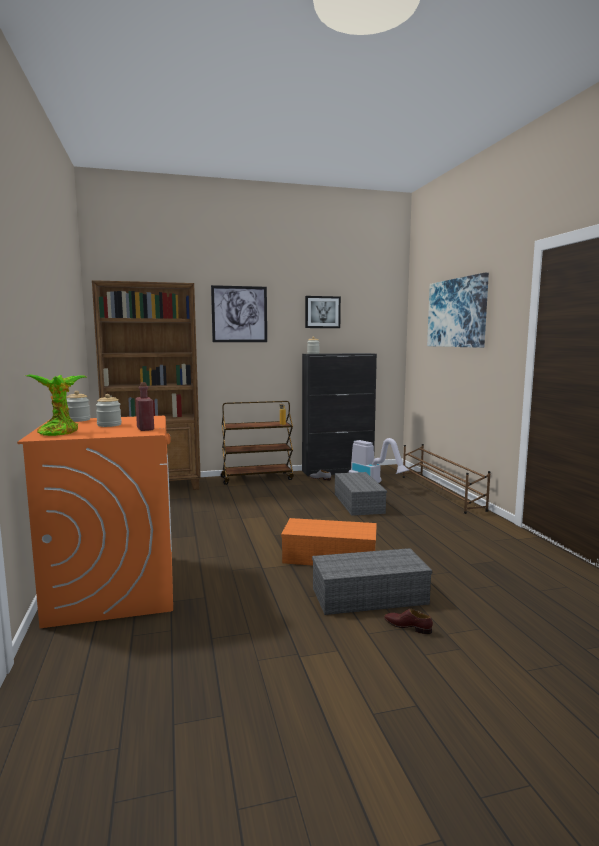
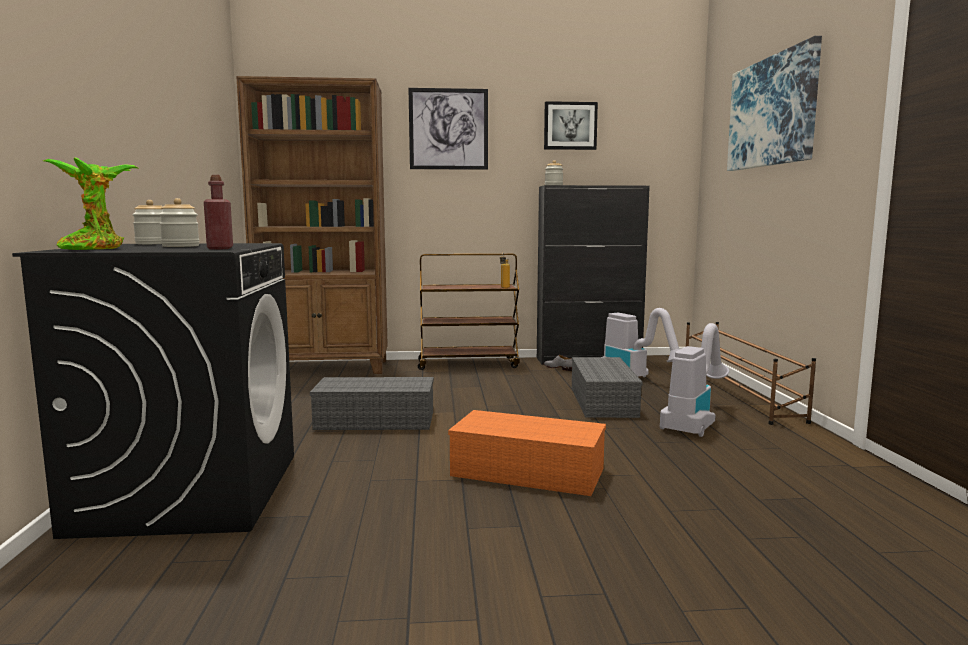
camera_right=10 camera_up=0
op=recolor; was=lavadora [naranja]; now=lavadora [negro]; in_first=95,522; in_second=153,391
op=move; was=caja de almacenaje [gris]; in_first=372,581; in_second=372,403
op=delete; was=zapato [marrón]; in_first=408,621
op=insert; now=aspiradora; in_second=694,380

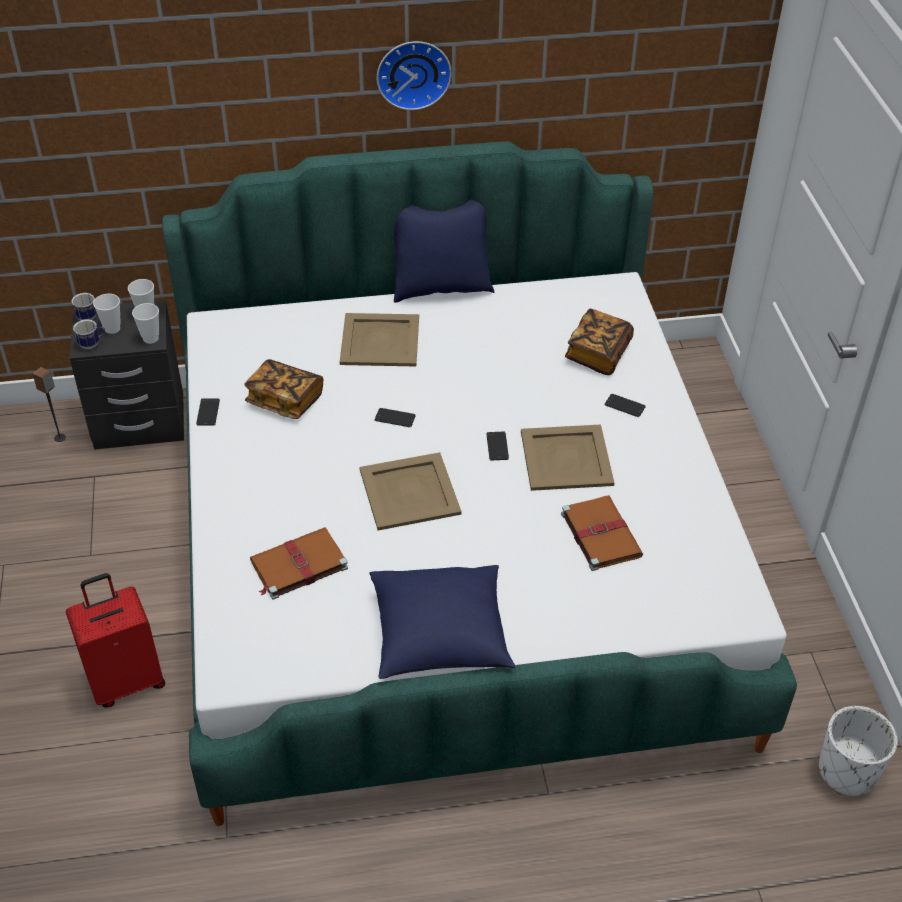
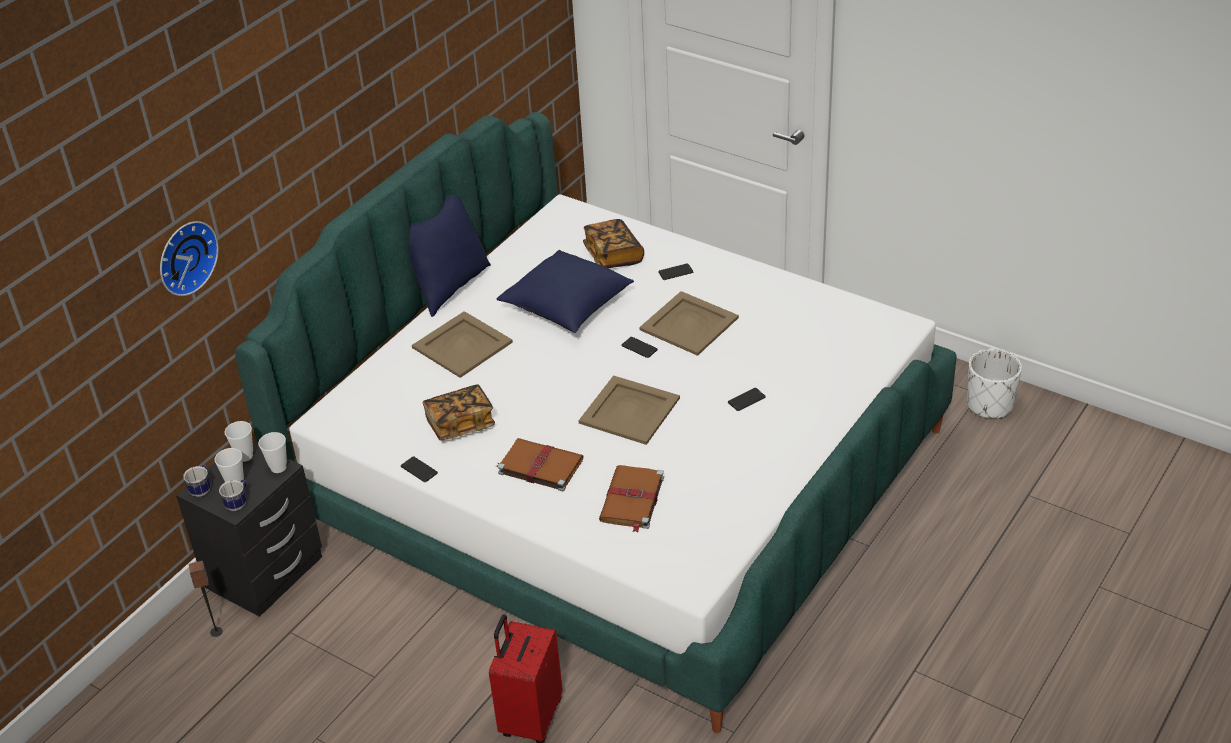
camera_right=-45 camera_up=-5
op=move; was=cojín [azul]; in_first=442,622; in_second=565,291
op=move; was=móvil; in_first=395,417; in_second=747,399
op=move; was=reloj de pared; in_first=414,75; in_second=189,258
op=move; was=libro [marrón]; in_first=602,533; in_second=539,465

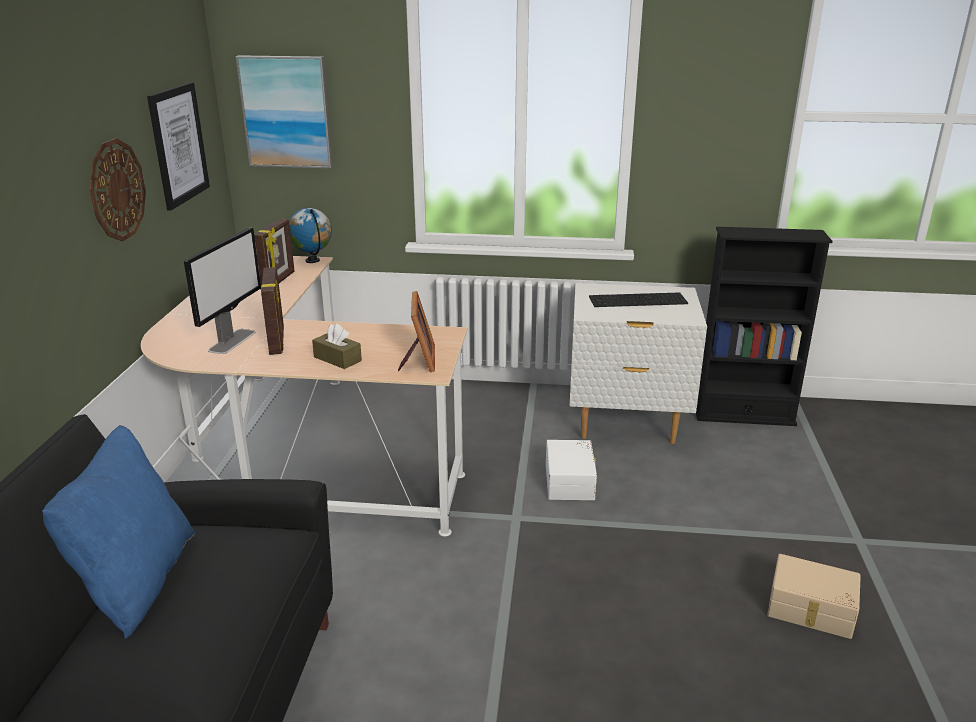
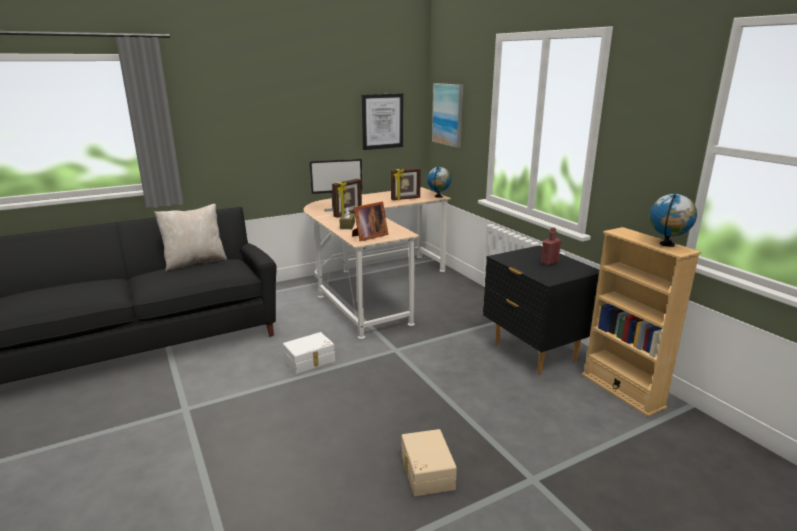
camera_right=55 camera_up=-5
op=recolor; was=cojín [azul]; now=cojín [beis]; in_first=118,532; in_second=190,237
op=delete; was=reloj de pared; in_first=118,189
op=move; was=caja de almacenaje [blanco]; in_first=571,470; in_second=309,353
op=recolor; was=mesita de noche [blanco]; now=mesita de noche [negro]; in_first=638,363; in_second=541,310
op=replace; was=teclado; now=botella [rojo]; in_first=638,299; in_second=551,246
op=recolor; was=estantería [negro]; now=estantería [beis]; in_first=764,326; in_second=641,322
op=insert; now=globo terráqueo; in_second=673,220

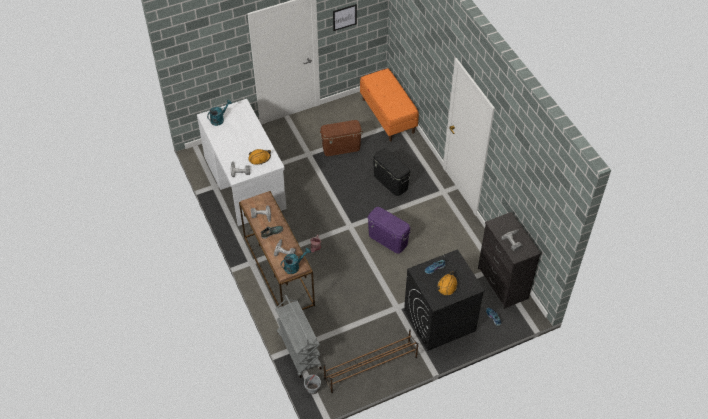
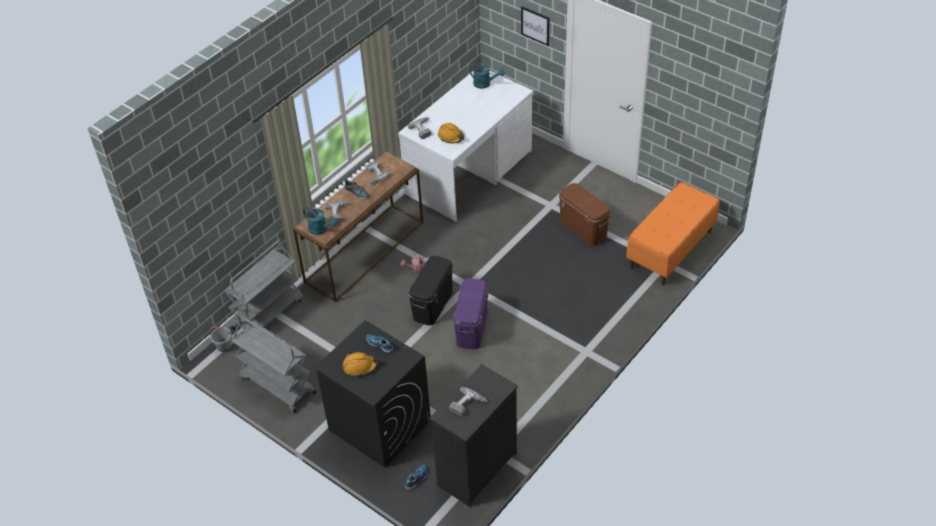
camera_right=65 camera_up=-5
op=replace; was=zapatero [marrón]; now=carrito [gris]; in_first=371,361; in_second=273,363
op=move; was=cuadro; in_first=345,17; in_second=535,26
op=move; was=caja de almacenaje [negro]; in_first=392,172; in_second=431,291

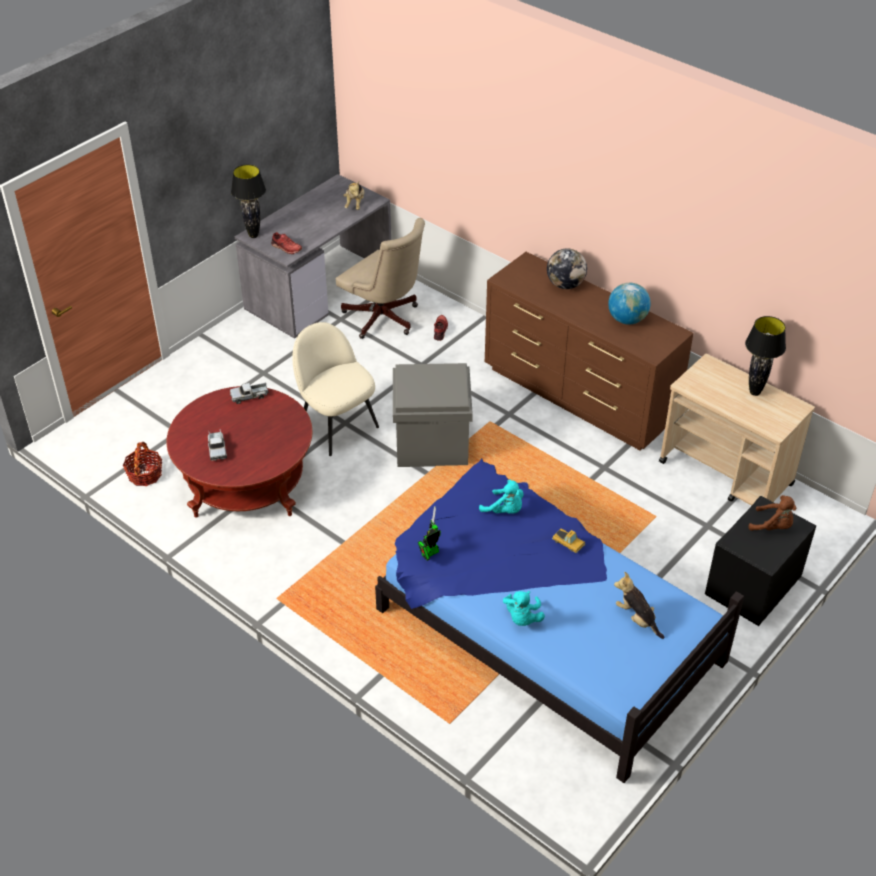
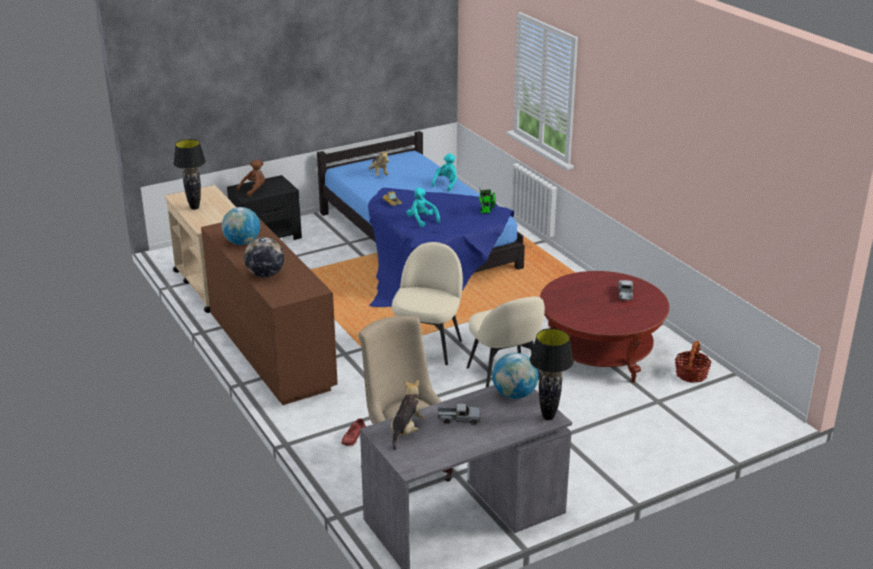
camera_right=-160 camera_up=-15
op=move; was=camión de juguete; in_first=249,393; in_second=459,414
op=replace; was=zapato [rojo]; now=globo terráqueo; in_first=286,243; in_second=515,376
op=replace; was=caja de almacenaje [gris]; now=silla [beis]; in_first=433,415; in_second=427,303
op=rotate; was=peluche [marrón]; in_first=772,513; in_second=250,178; clockwise=90

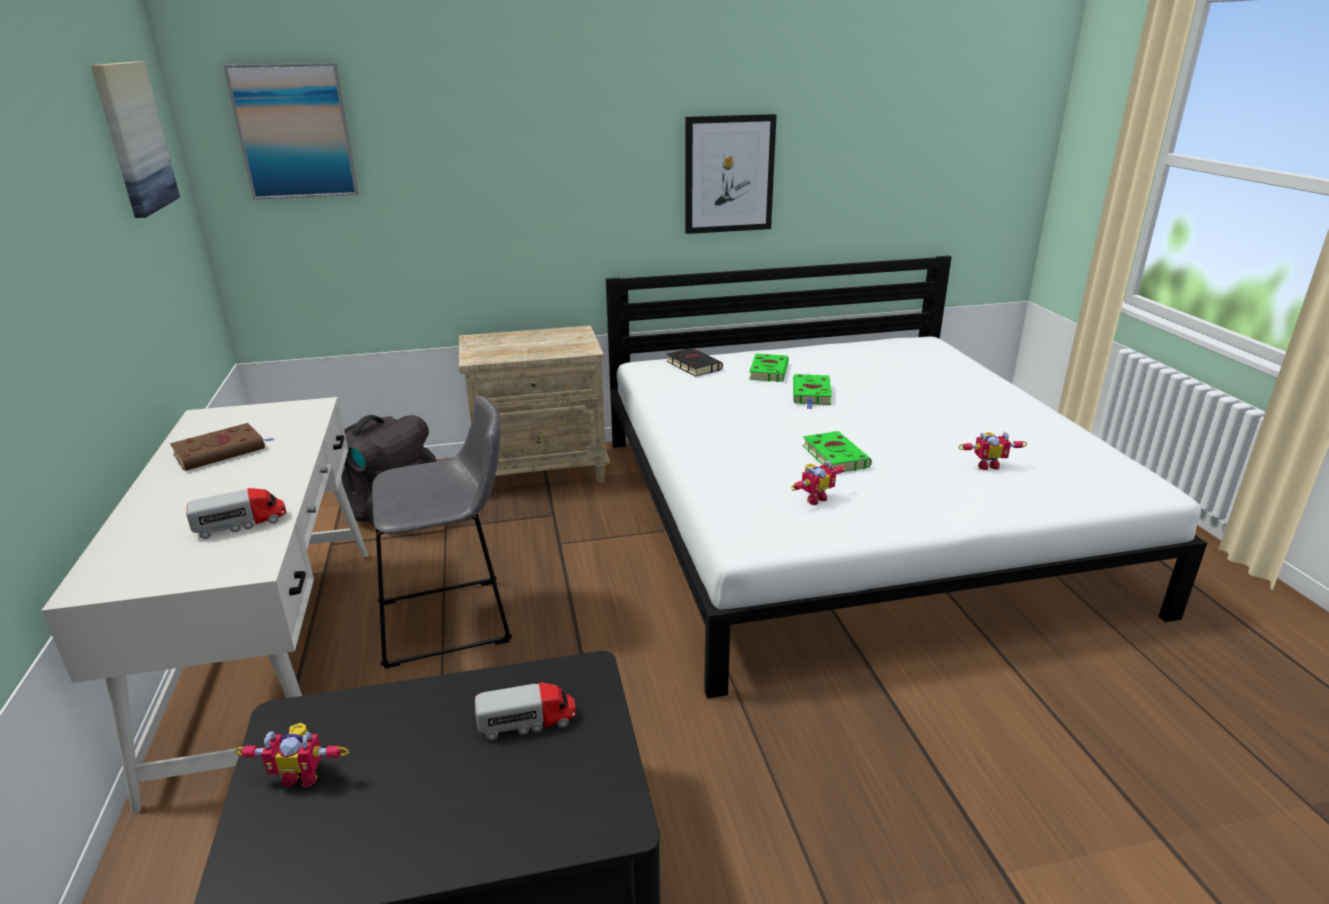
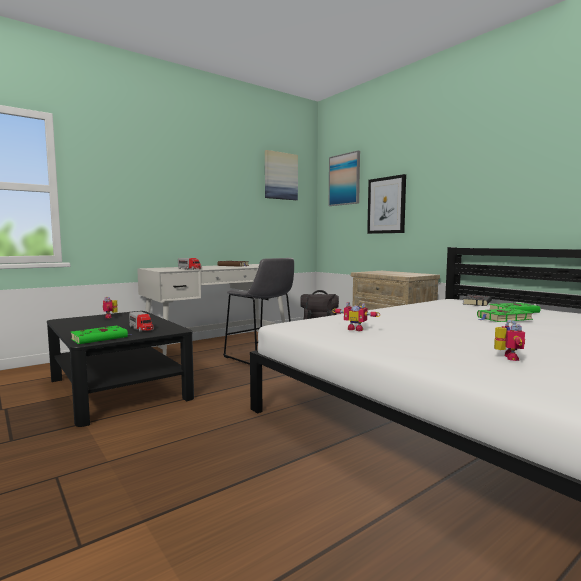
camera_right=65 camera_up=-20
op=move; was=cuadro; in_first=731,174; in_second=386,204
op=move; was=libro [verde]; in_first=837,451; in_second=102,335
op=rotate; was=robot de juguete; in_first=993,450; in_second=509,340; clockwise=-135

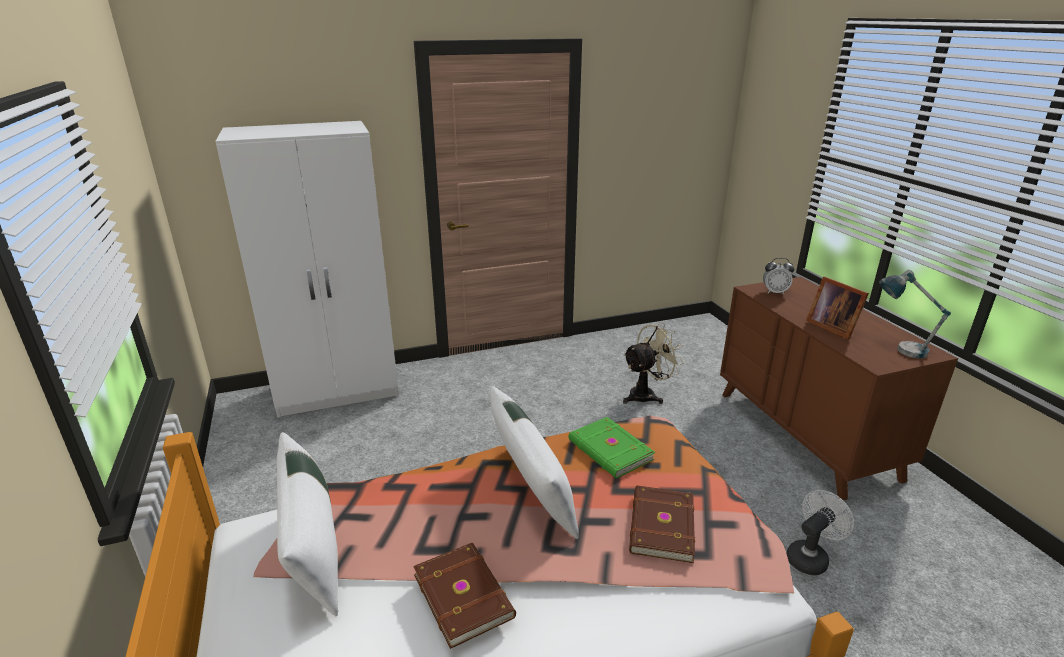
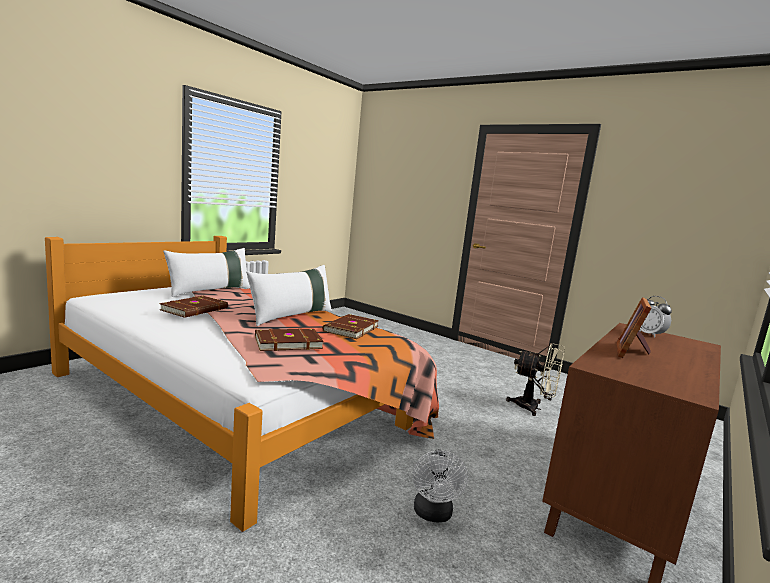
camera_right=55 camera_up=-15
op=delete; was=armario ropero [blanco]; in_first=307,269
op=recolor; was=libro [verde]; now=libro [marrón]; in_first=611,447; in_second=351,326
op=rotate; was=ventilador [blanco]; in_first=820,532; in_second=440,486; clockwise=75
op=delete; was=lámpara de mesa; in_first=915,313

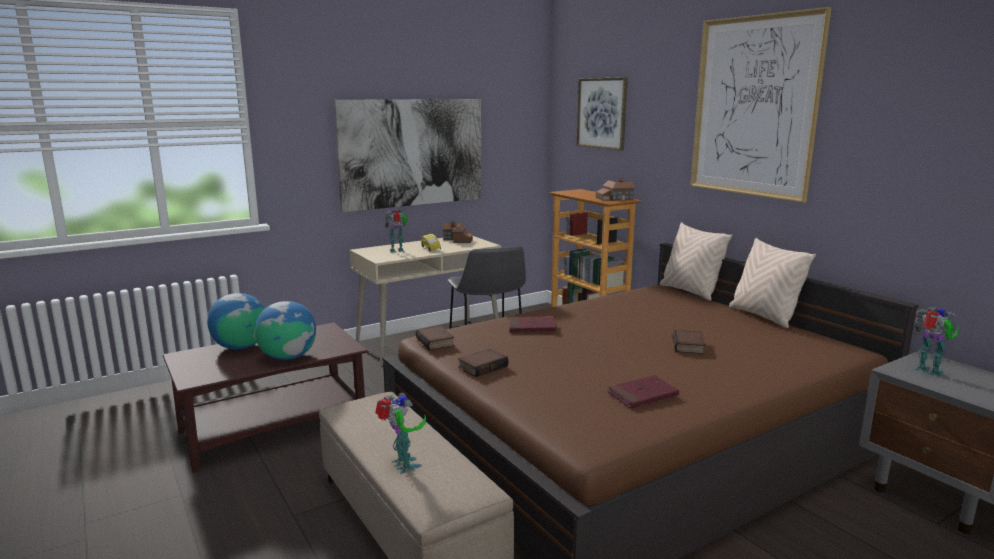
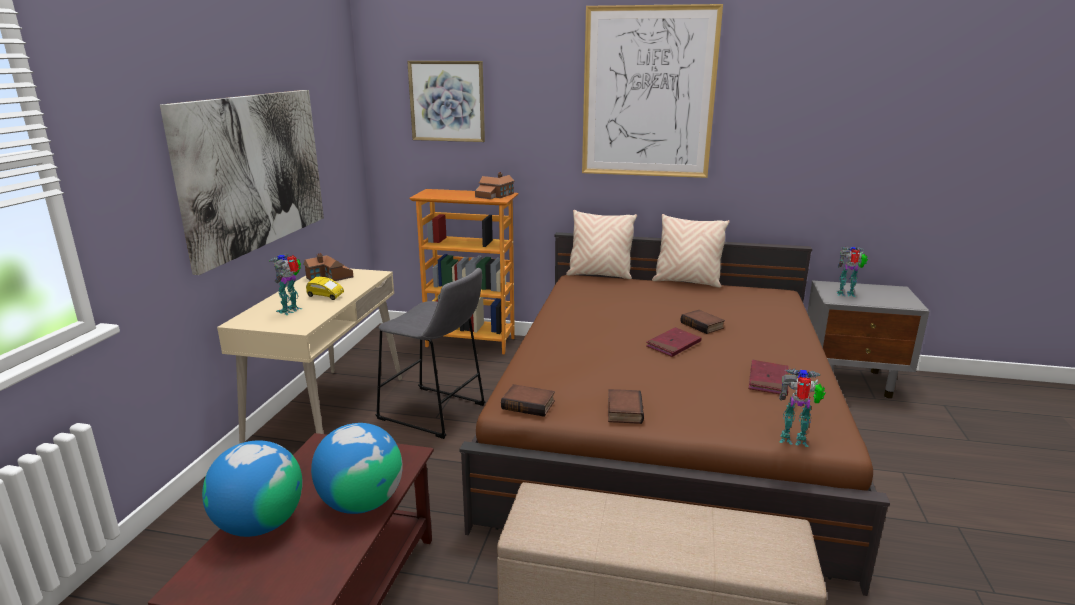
camera_right=-45 camera_up=5
op=move; was=robot de juguete; in_first=400,433; in_second=802,408
op=move; was=libro [rojo]; in_first=533,324; in_second=674,342

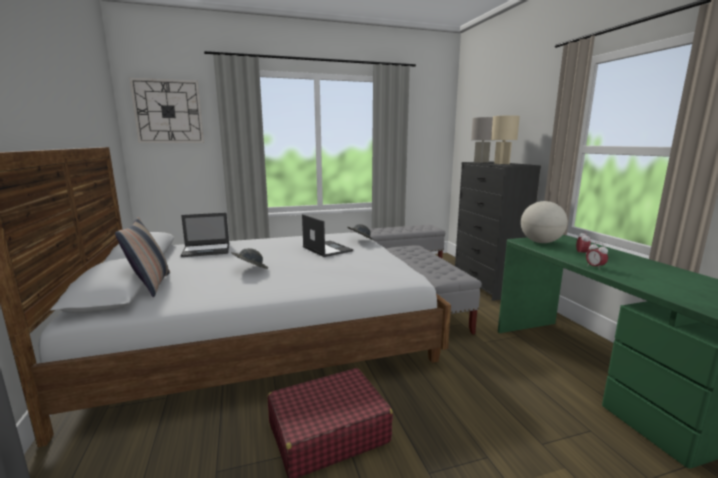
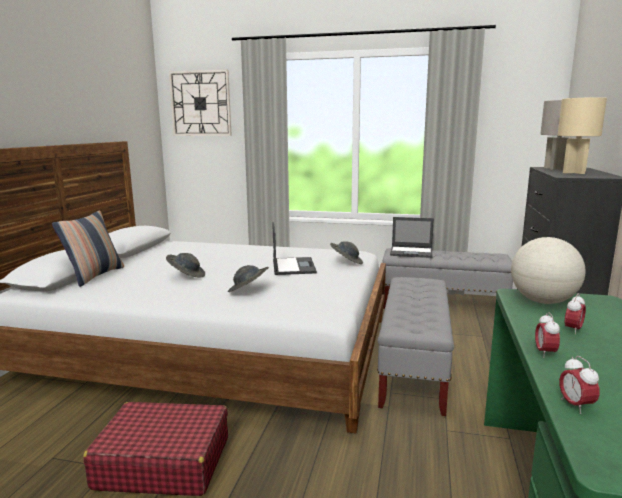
camera_right=30 camera_up=0
op=move; was=portátil; in_first=204,235; in_second=412,237
op=insert; now=sombrero [gris]; in_second=248,278
op=insert; now=despertador; in_second=579,385

